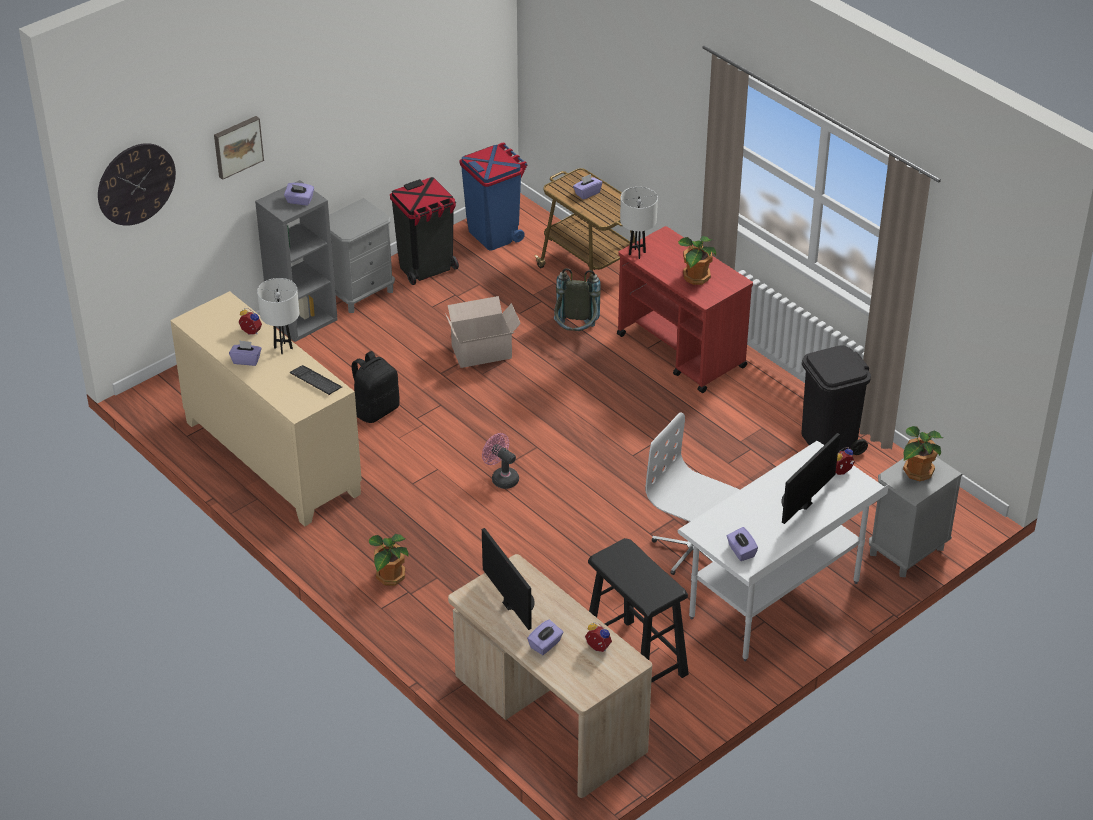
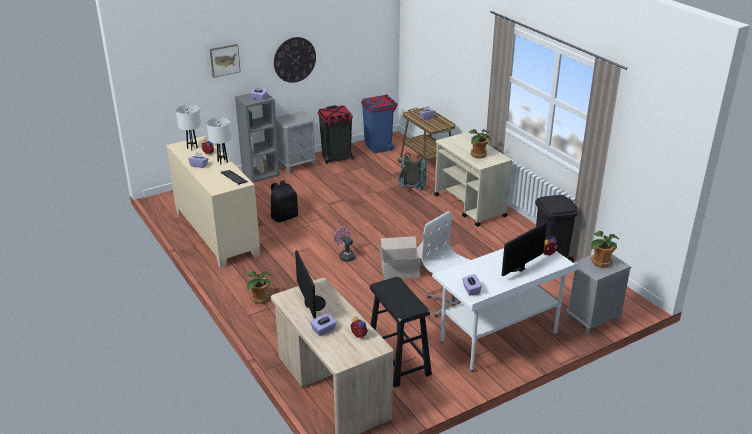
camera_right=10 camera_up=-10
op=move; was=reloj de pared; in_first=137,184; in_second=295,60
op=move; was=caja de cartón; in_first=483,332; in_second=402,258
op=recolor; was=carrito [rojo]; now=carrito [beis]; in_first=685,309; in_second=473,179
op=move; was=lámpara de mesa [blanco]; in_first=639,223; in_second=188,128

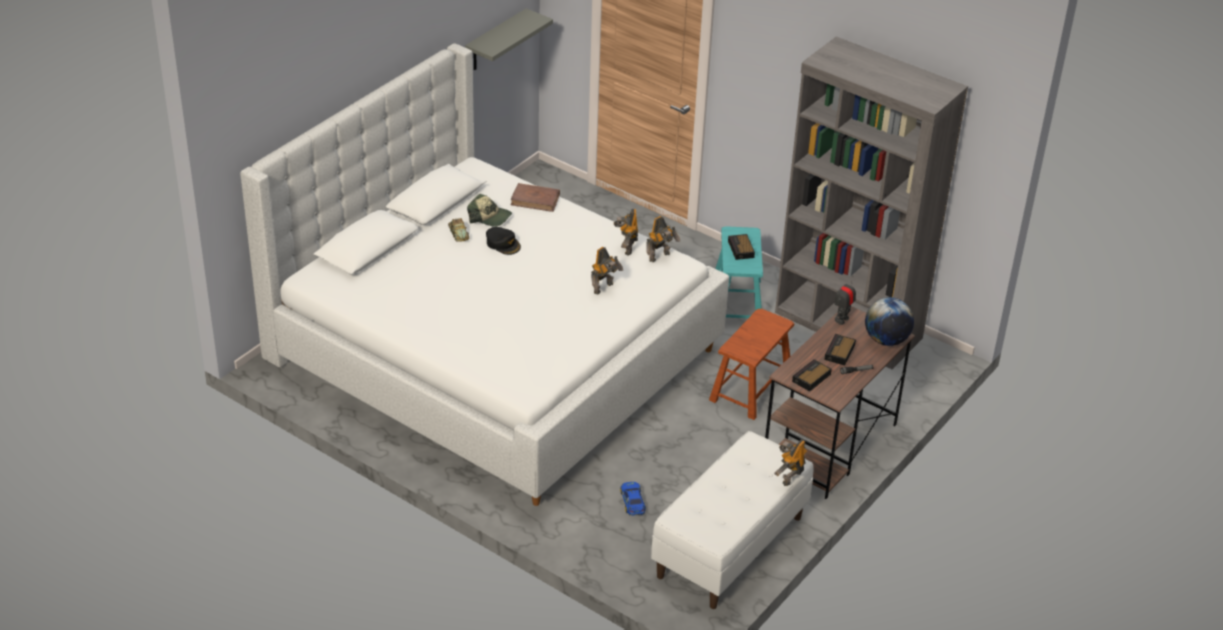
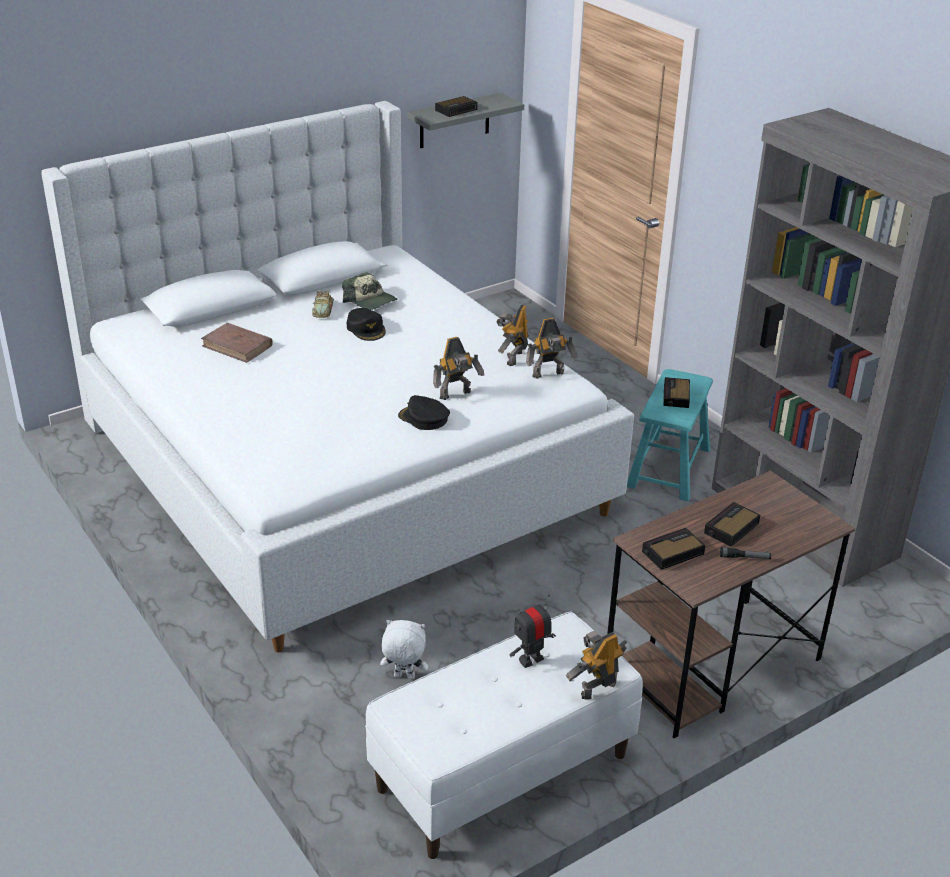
camera_right=20 camera_up=-5
op=move; was=libro [marrón]; in_first=535,197; in_second=237,343
op=replace; was=coche de juguete; now=peluche [blanco]; in_first=633,499; in_second=404,649
op=delete; was=taburete [marrón]; in_first=751,364
op=move; was=robot de juguete; in_first=845,300; in_second=532,631
op=delete; was=globo terráqueo; in_first=889,321
op=insert; now=gorra [negro]; in_second=424,412
op=insert; now=despertador; in_second=456,106

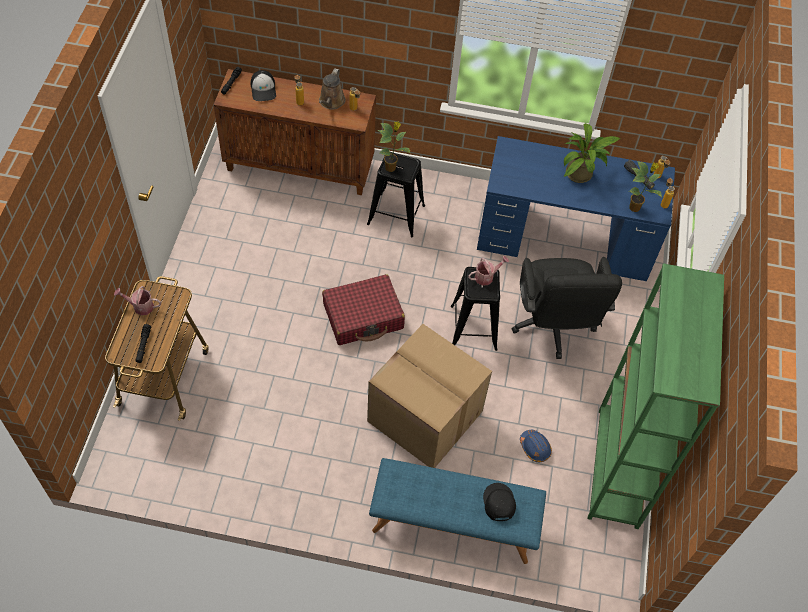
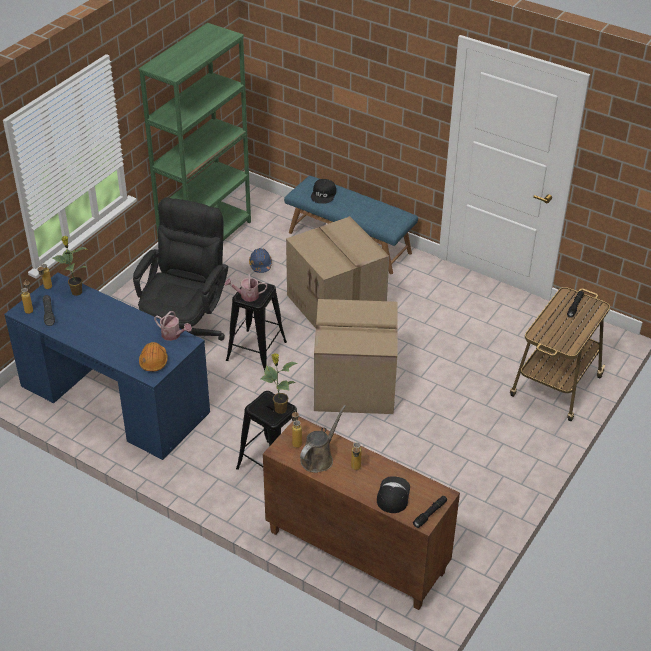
camera_right=-155 camera_up=-15
op=move; was=regadera; in_first=137,300; in_second=173,326
op=replace; was=maleta [rojo]; now=caja de cartón; in_first=363,309; in_second=355,356
op=delete; was=planta en maceta; in_first=591,153
op=insert; now=casco [naranja]; in_second=153,357

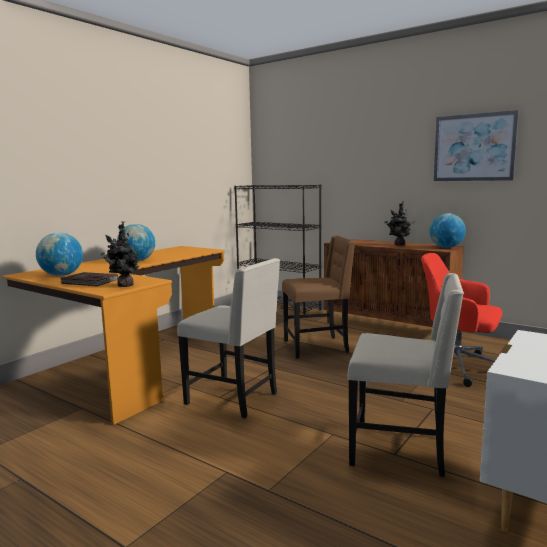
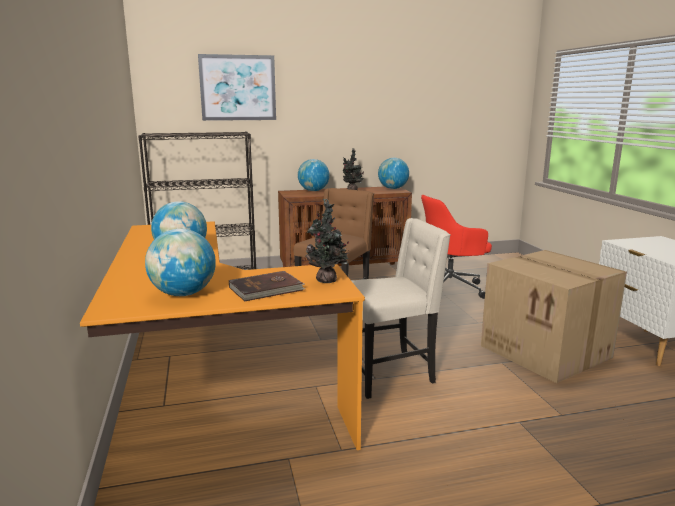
camera_right=-50 camera_up=5
op=replace; was=silla [beis]; now=caja de cartón; in_first=405,375; in_second=554,316
op=move; was=cuadro; in_first=476,145; in_second=237,87
op=insert; now=globo terráqueo; in_second=314,175

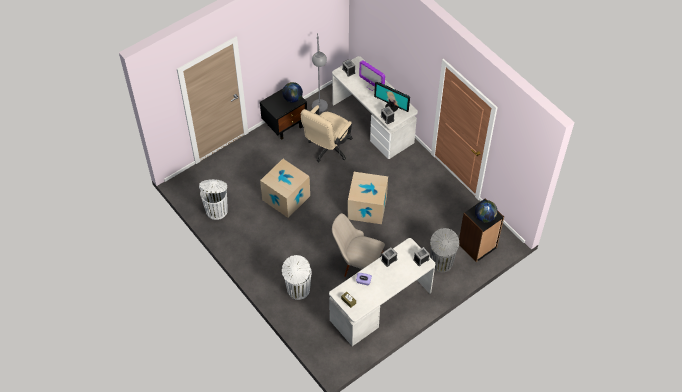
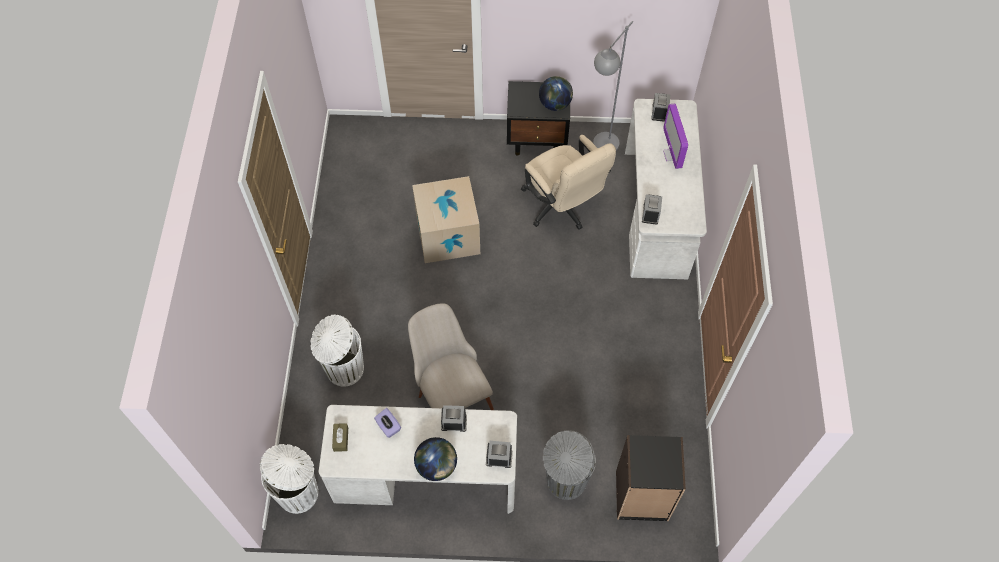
camera_right=40 camera_up=5
op=move; was=papelera [blanco]; in_first=213,199; in_second=289,479
op=rotate; was=silla de oficina [beis]; in_first=327,133; in_second=568,182; clockwise=-105
op=delete; was=caja de cartón; in_first=368,198
op=delete; was=monitor; in_first=392,97
op=move; was=globo terráqueo; in_first=486,211; in_second=435,459

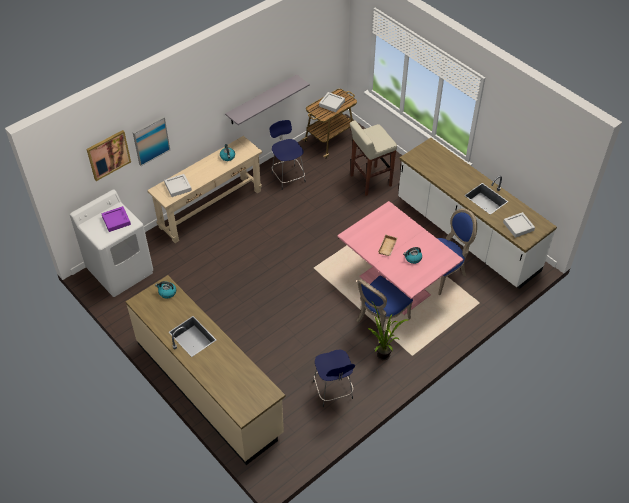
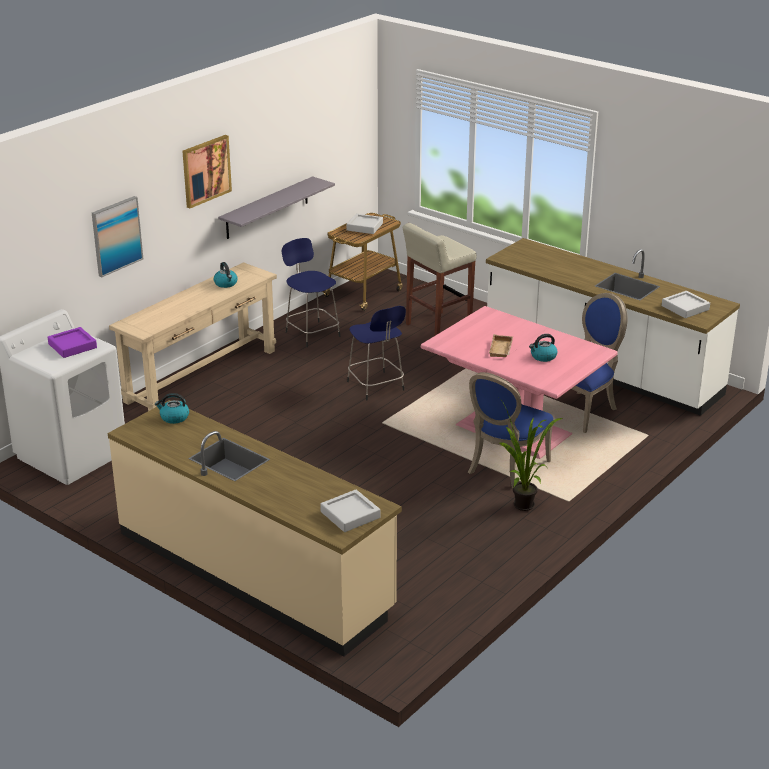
camera_right=-10 camera_up=-20
op=move; was=cuadro; in_first=108,155; in_second=207,171
op=move; was=bandeja [gris]; in_first=178,185; in_second=350,511
op=move; was=taburete [azul]; in_first=334,378; in_second=376,353

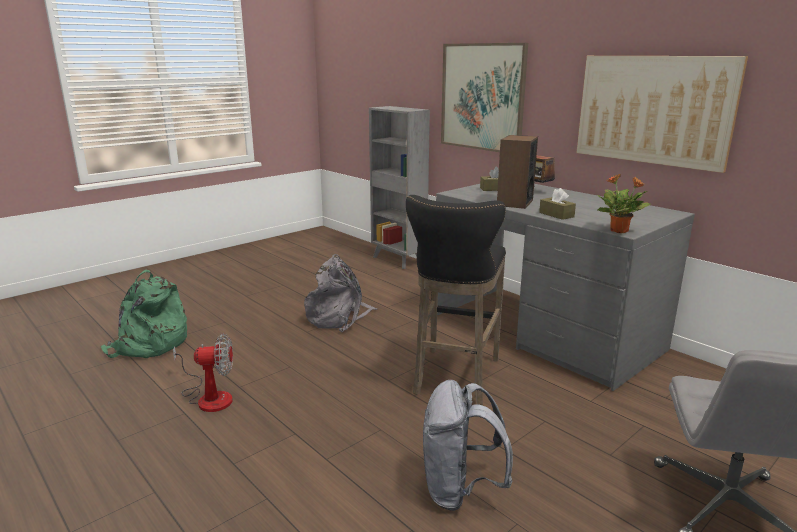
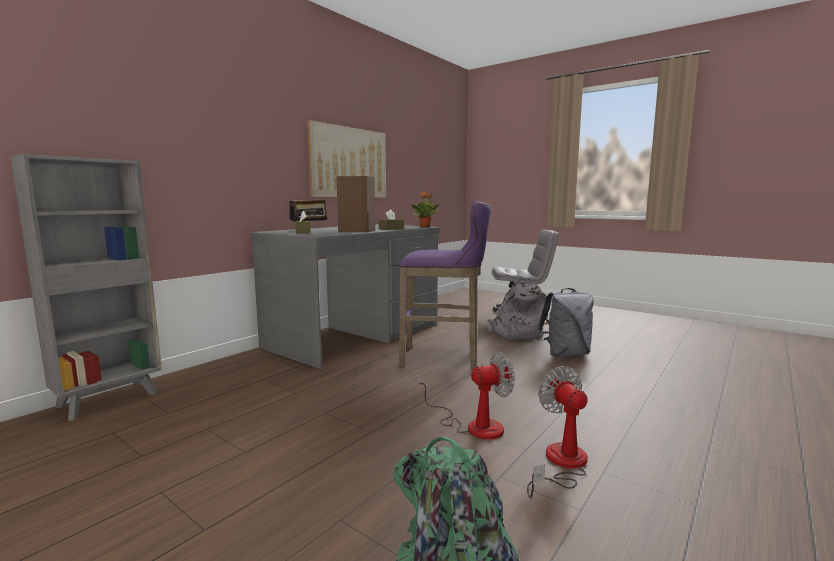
camera_right=-100 camera_up=-10
op=move; was=mochila [gris]; in_first=341,293; in_second=517,308
op=recolor; was=taburete [negro]; now=taburete [morado]; in_first=456,300; in_second=445,285
op=delete; was=cuadro; in_first=484,97
op=insert; now=ventilador; in_second=466,396

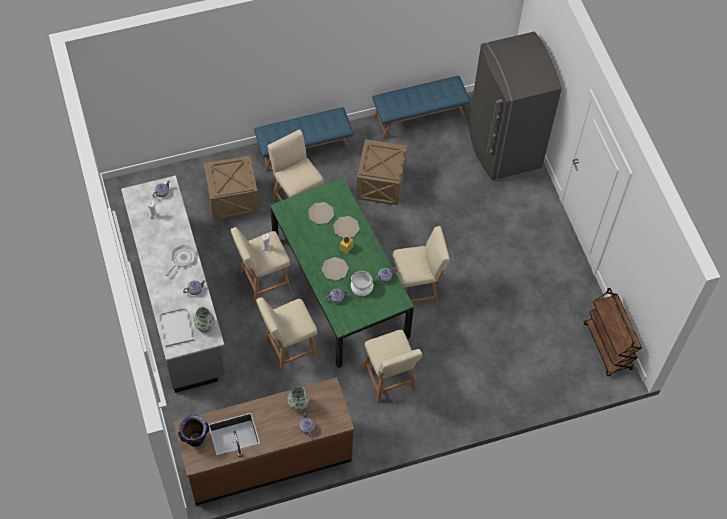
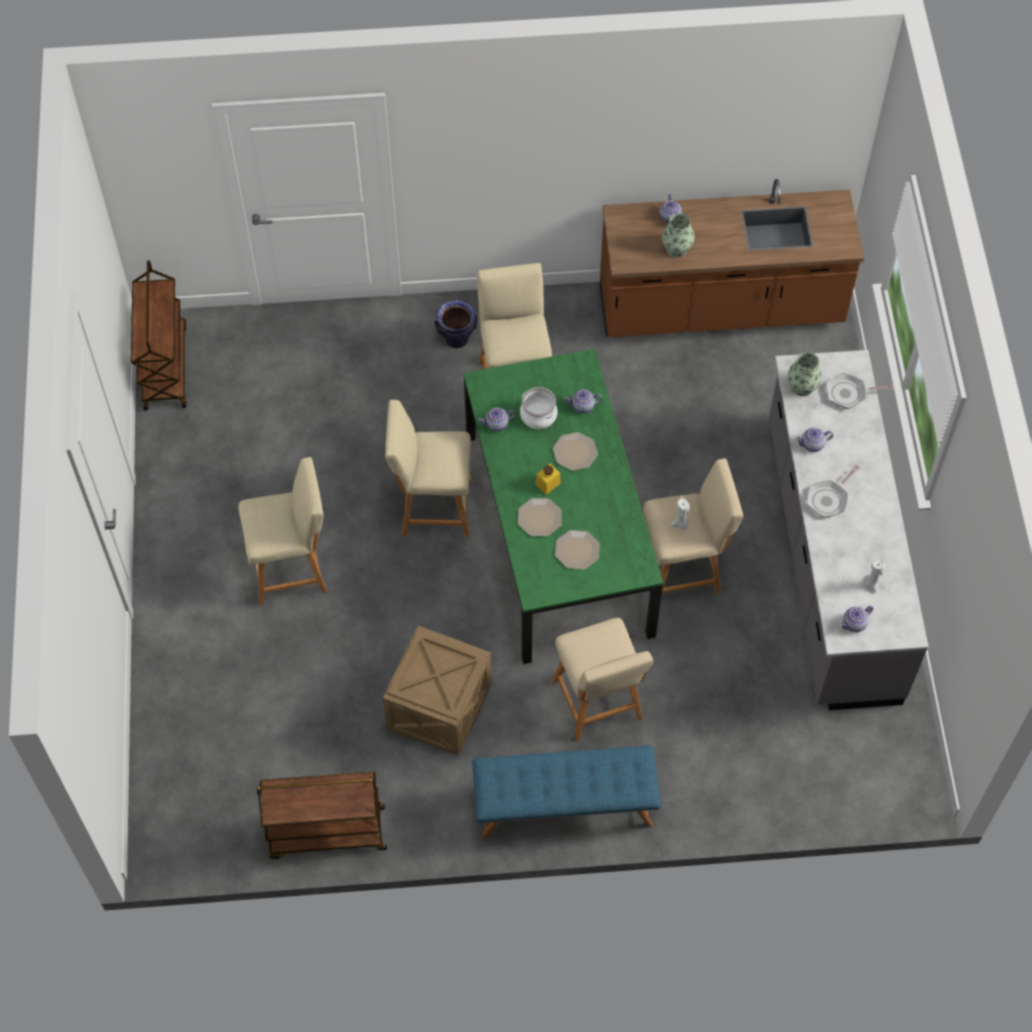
camera_right=-165 camera_up=0
op=replace; was=bandeja [blanco]; now=sartén; in_first=176,327; in_second=860,391
op=move; was=florero; in_first=193,431; in_second=456,324
op=delete; was=caja de embalaje; in_first=231,188
op=move; was=taburete [beis]; in_first=287,334; in_second=283,531
op=replace; was=banco [azul]; now=carrito [marrón]; in_first=421,107; in_second=322,815
op=delete; was=nevera [gris]; in_first=515,106

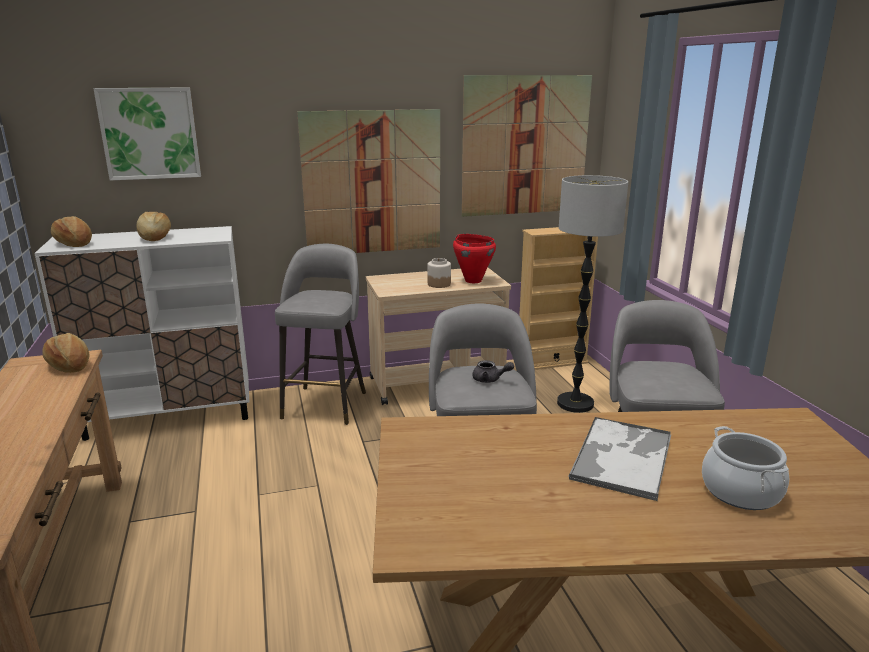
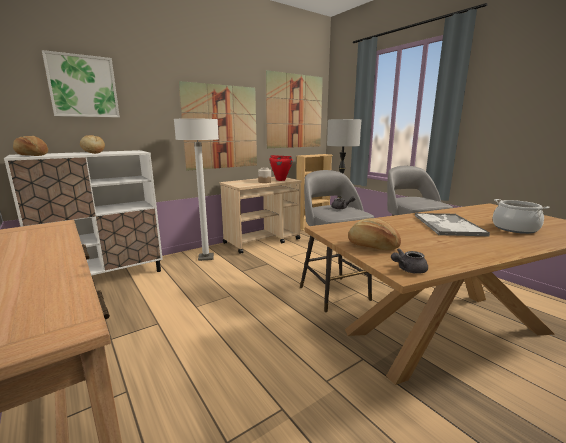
camera_right=-20 camera_up=-5
op=move; was=pan; in_first=66,353; in_second=374,234
op=replace; was=taburete [gris]; now=lámpara de pie [blanco]; in_first=320,334; in_second=196,189
op=insert; now=tetera [gris]; in_second=409,261

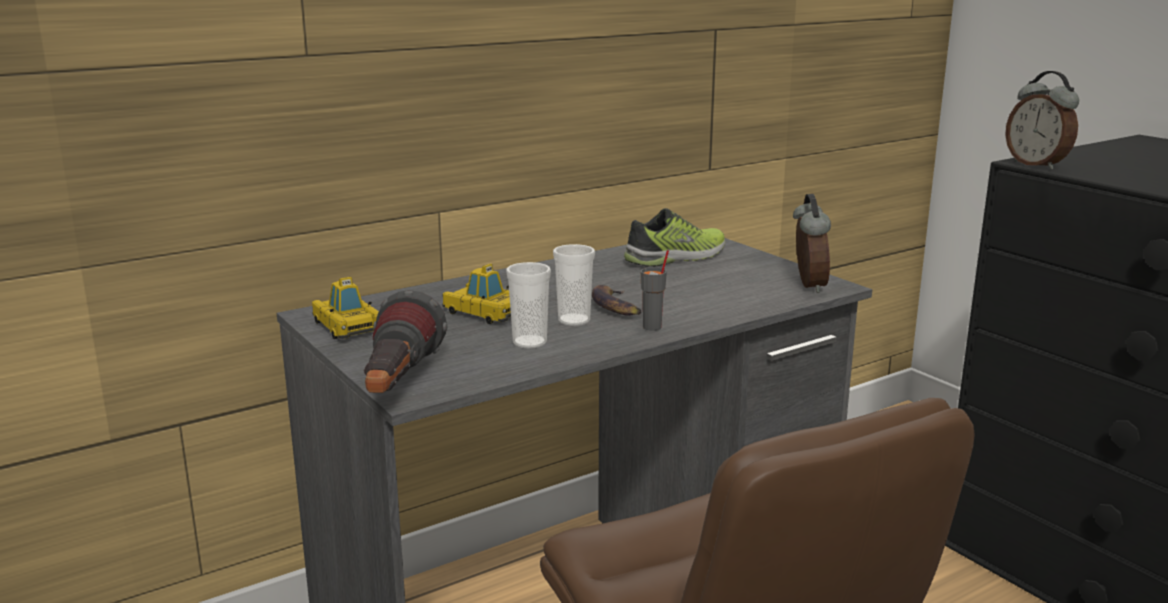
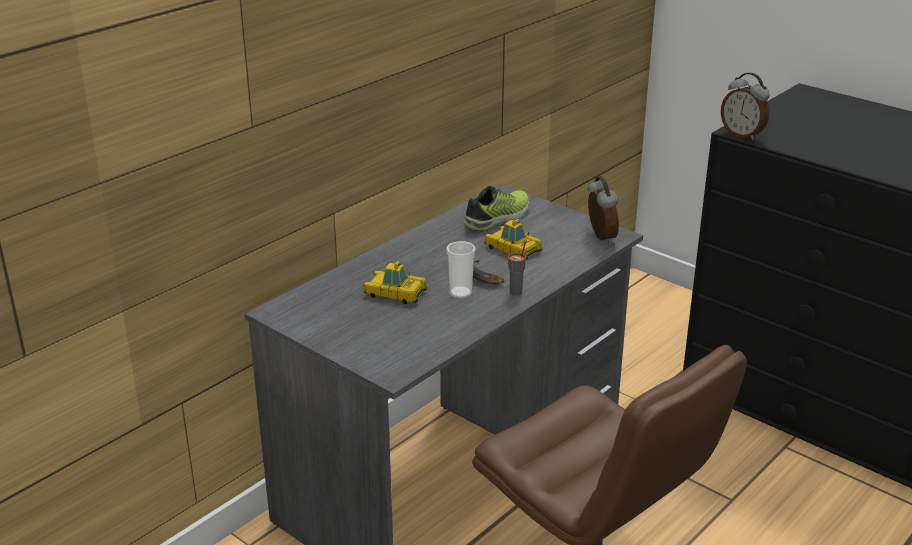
camera_right=-15 camera_up=10
op=move; was=coche de juguete; in_first=345,308; in_second=513,239
op=delete; was=linterna; in_first=405,341
op=delete; was=taza; in_first=528,305

